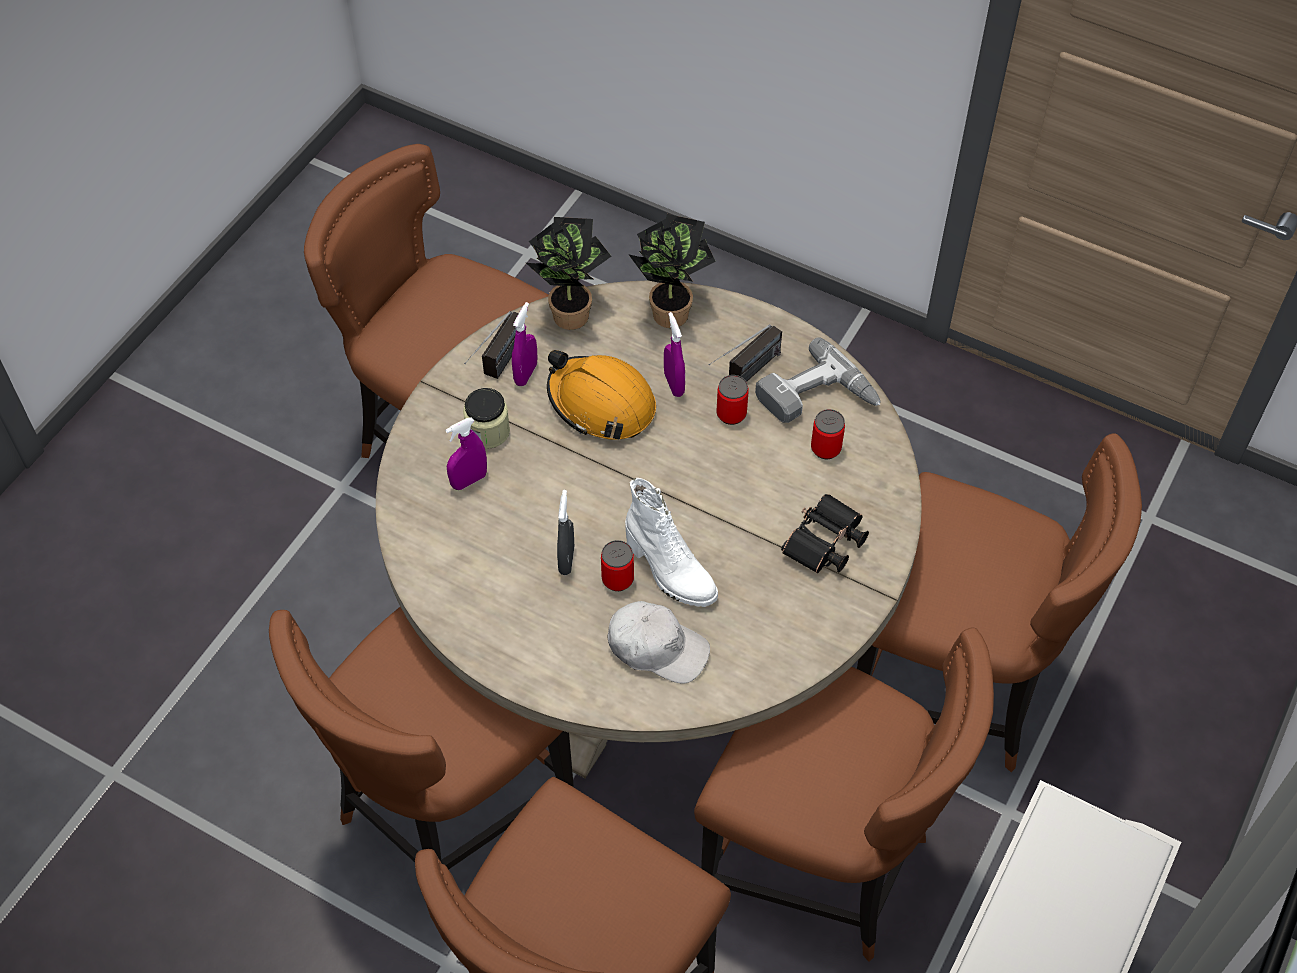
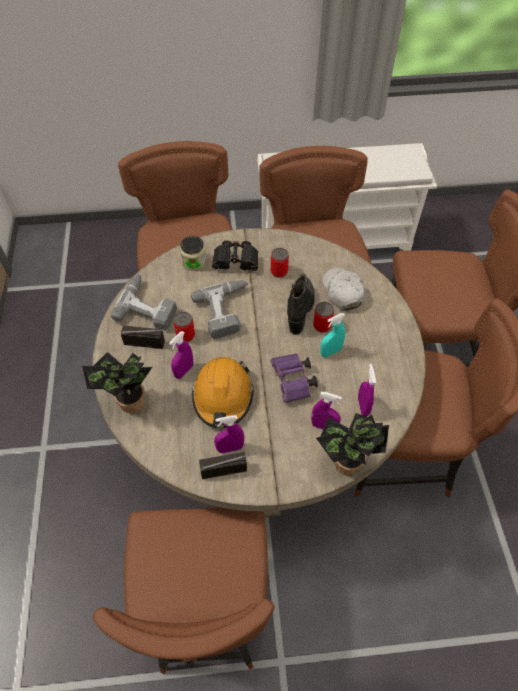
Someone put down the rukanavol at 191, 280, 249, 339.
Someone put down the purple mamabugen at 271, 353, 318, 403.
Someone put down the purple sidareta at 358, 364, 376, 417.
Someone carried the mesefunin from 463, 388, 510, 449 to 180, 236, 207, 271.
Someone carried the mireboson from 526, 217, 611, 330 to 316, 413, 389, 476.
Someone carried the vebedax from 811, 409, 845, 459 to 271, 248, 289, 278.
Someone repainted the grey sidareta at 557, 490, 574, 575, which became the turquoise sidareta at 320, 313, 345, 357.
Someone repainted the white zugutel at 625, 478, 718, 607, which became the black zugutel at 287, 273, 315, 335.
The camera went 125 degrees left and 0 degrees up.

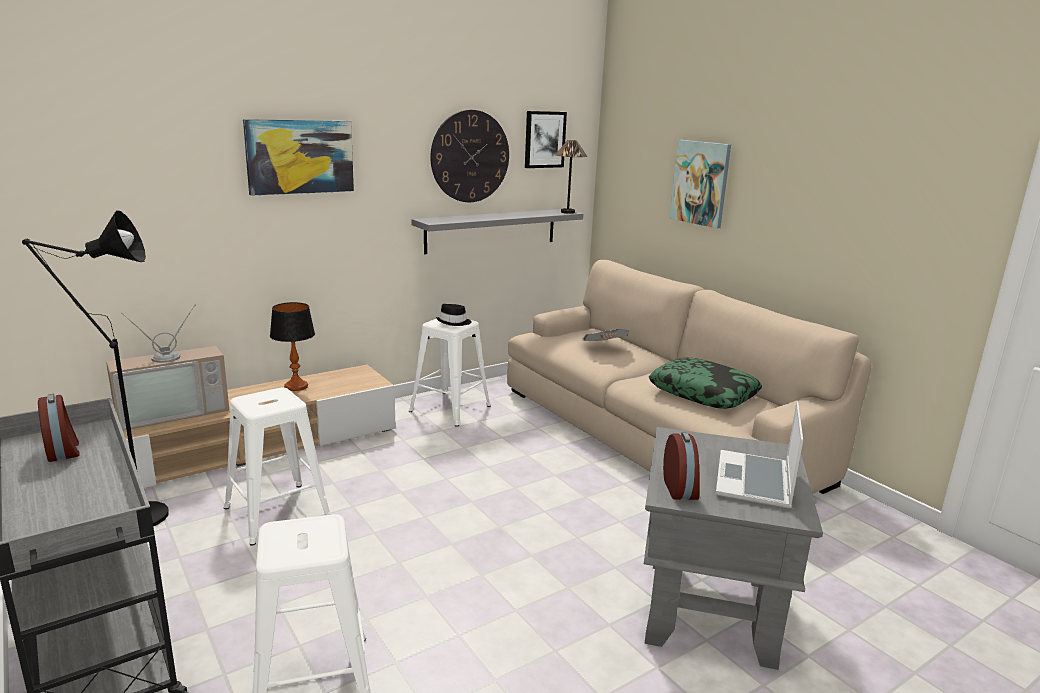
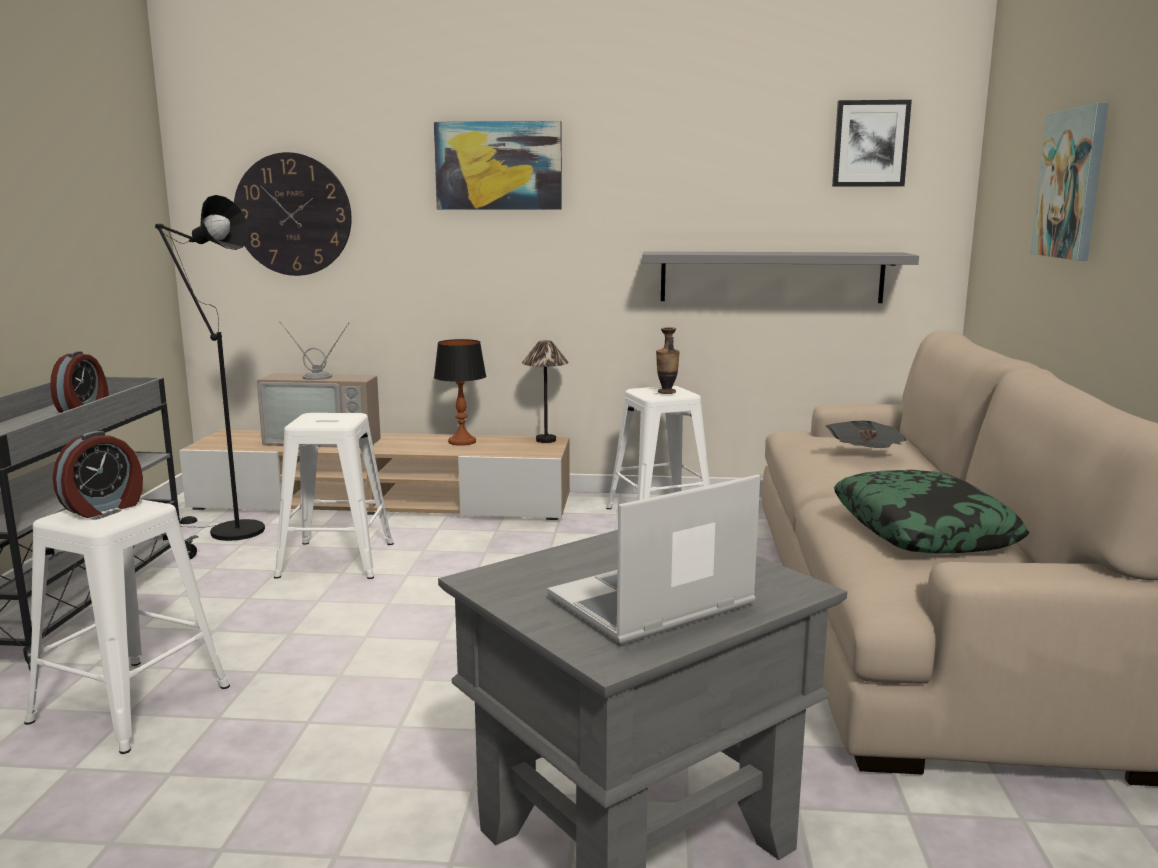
Someone carried the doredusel from 430, 110, 509, 202 to 234, 152, 352, 276.
Someone carried the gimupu from 555, 140, 587, 214 to 522, 340, 569, 443.
Someone carried the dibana from 663, 432, 699, 500 to 53, 431, 143, 518.
Someone swapped the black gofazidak at 436, 304, 471, 326 for the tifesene at 656, 327, 680, 394.
The camera went 40 degrees right and 5 degrees down.

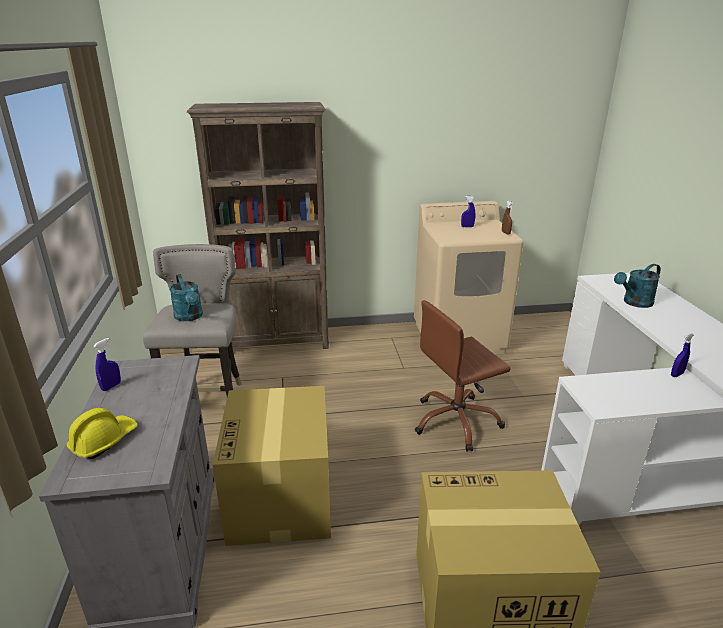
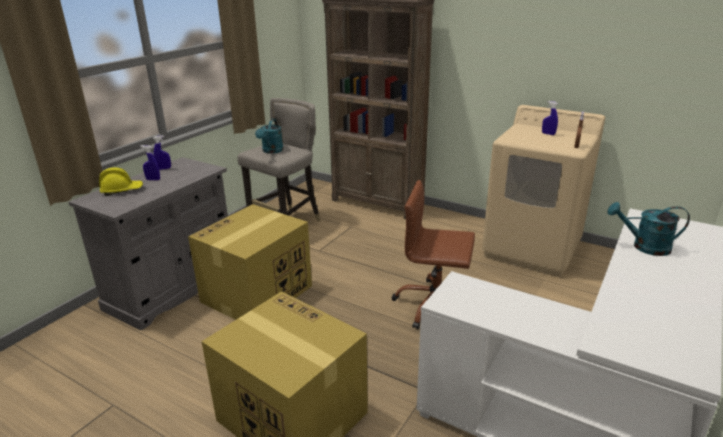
Someone carried the blue sidareta from 671, 333, 693, 377 to 140, 145, 160, 180.
The camera went 40 degrees right and 0 degrees up.

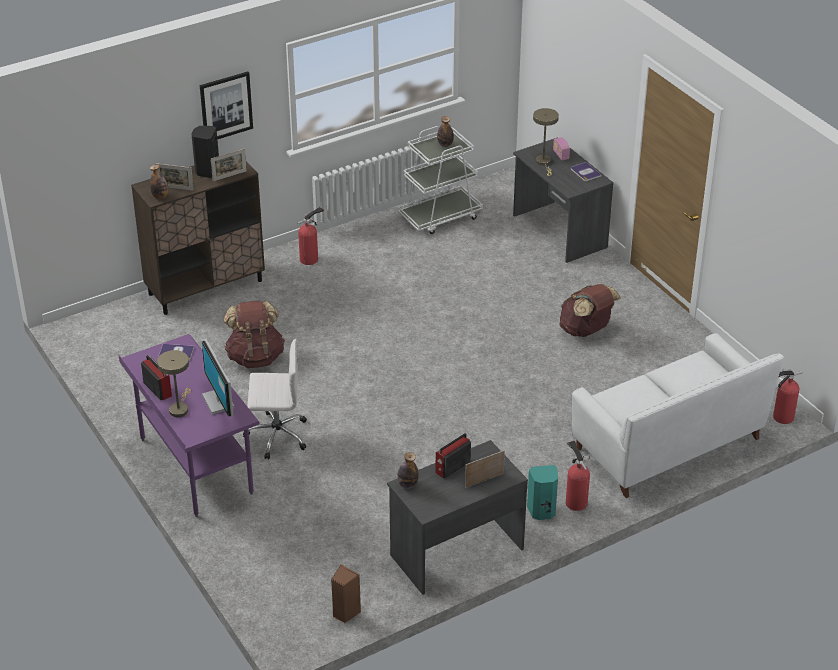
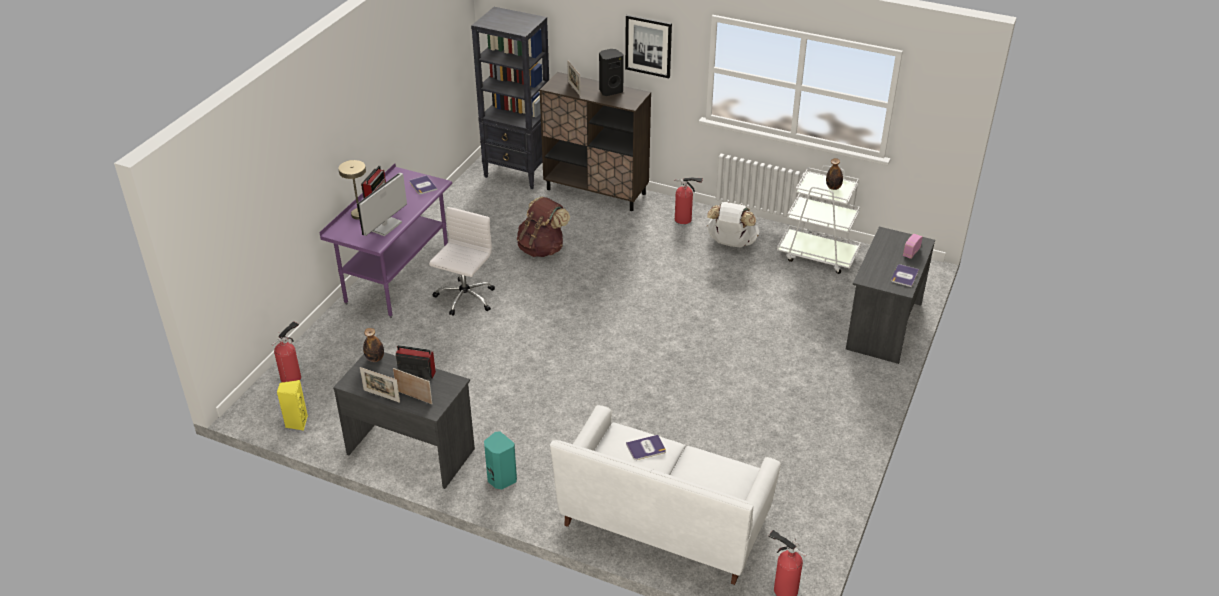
Someone took away the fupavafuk at 150, 164, 168, 199.
Someone took away the beige gimupu at 533, 108, 559, 176.
Someone took away the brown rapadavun at 559, 284, 621, 337.
Someone put down the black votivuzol at 471, 7, 549, 189.
Someone put down the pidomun at 626, 435, 666, 460.
Someone put down the white rapadavun at 707, 202, 760, 248.
Someone carried the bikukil from 211, 149, 247, 181 to 360, 367, 400, 403.
Someone carried the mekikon from 566, 441, 590, 511 to 272, 321, 301, 382.
Someone repainted the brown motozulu at 331, 565, 361, 623, which became the yellow motozulu at 277, 380, 308, 430.
Someone rotated the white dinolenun at 243, 338, 307, 460 by 120 degrees counterclockwise.
The camera went 55 degrees right and 0 degrees up.

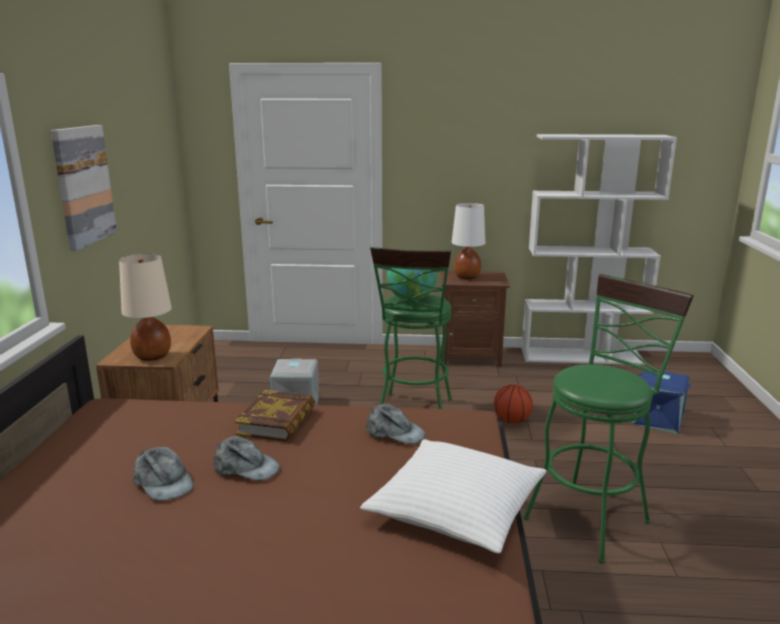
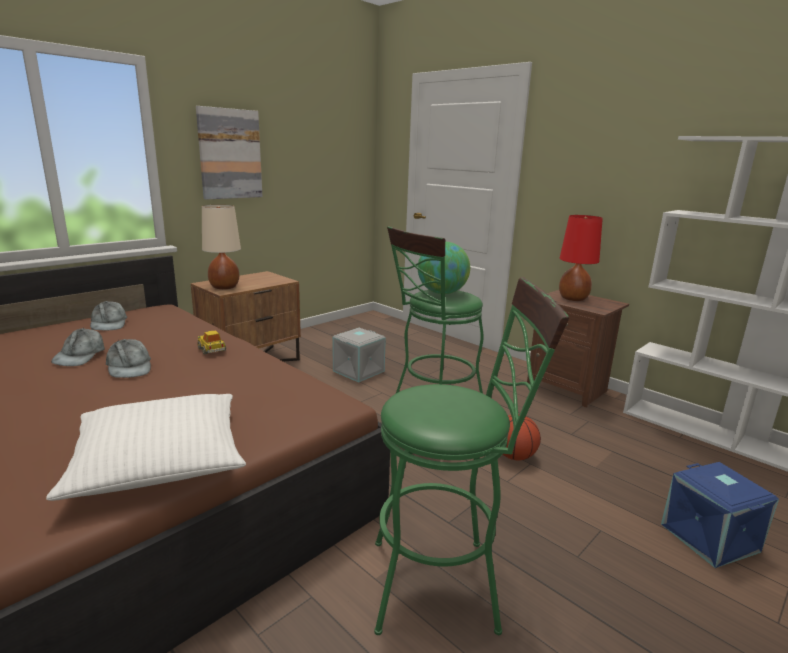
Someone carried the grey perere from 366, 404, 426, 444 to 90, 301, 127, 331.
Someone swapped the pidomun at 235, 390, 315, 441 for the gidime at 197, 331, 226, 355.
Someone repainted the white gimupu at 452, 203, 485, 279, which became the red gimupu at 559, 215, 603, 301.
The camera went 40 degrees right and 0 degrees up.

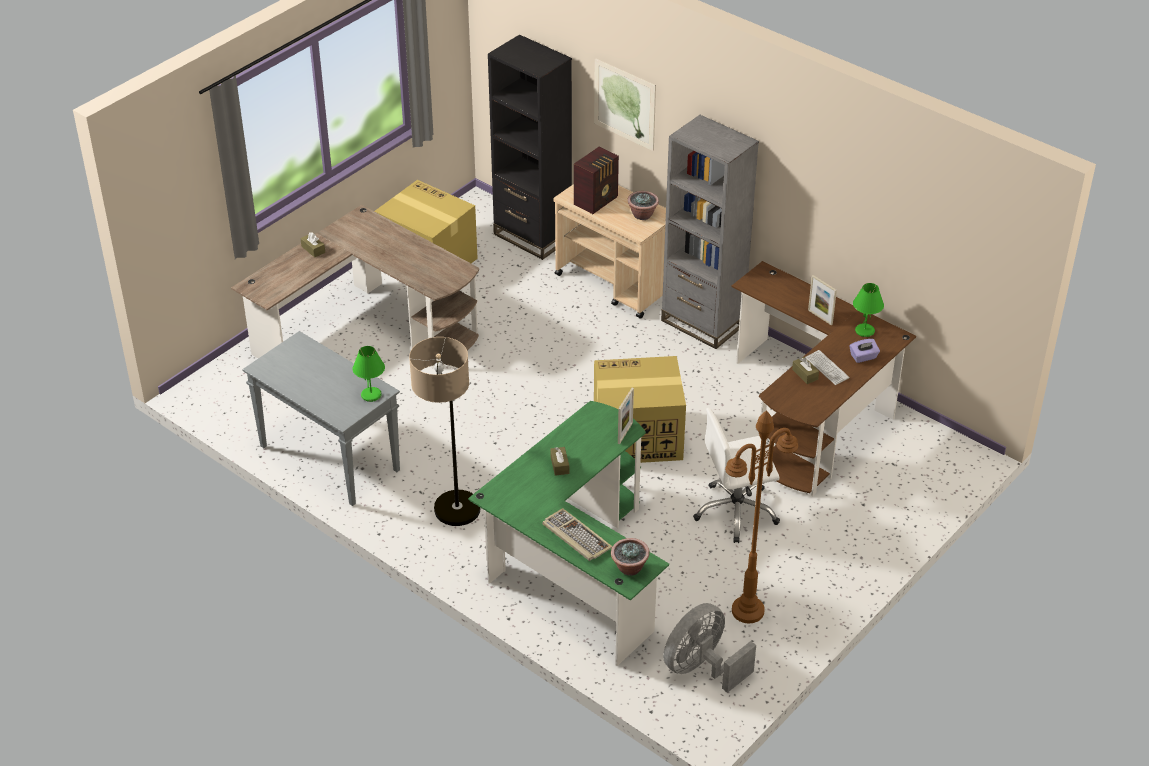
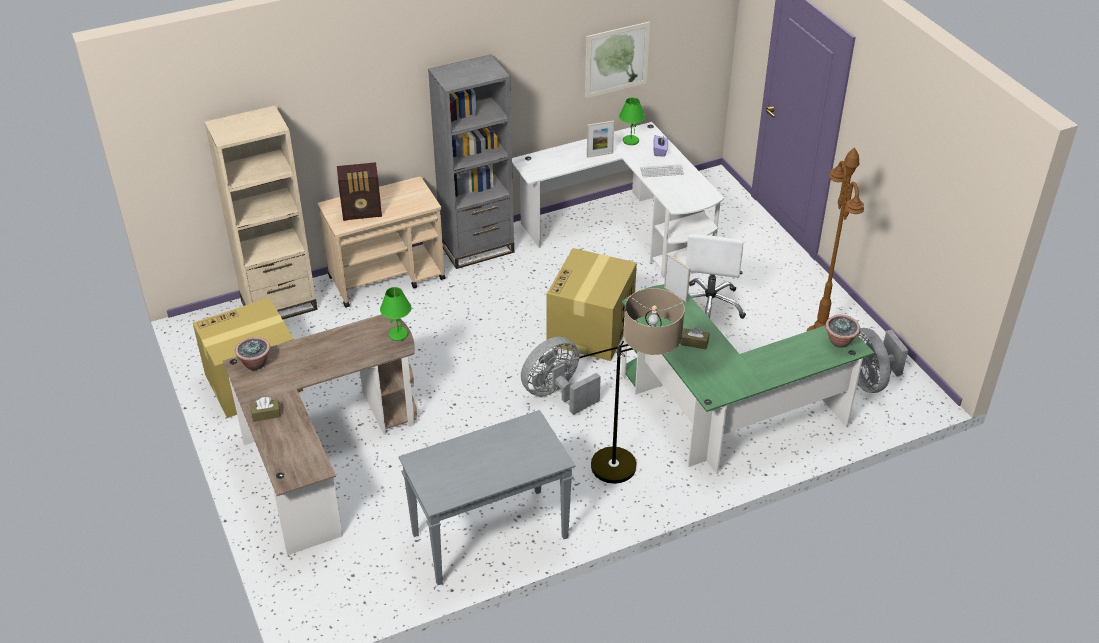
Someone took away the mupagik at 542, 508, 612, 561.
Someone took away the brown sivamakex at 792, 357, 819, 384.
Someone put down the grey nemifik at 521, 337, 601, 415.
Someone carried the green gimupu from 352, 346, 385, 402 to 380, 287, 412, 341.
Someone carried the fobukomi from 594, 59, 656, 151 to 585, 22, 650, 98.
Someone carried the mireboson from 627, 191, 659, 220 to 235, 337, 270, 370.
Someone repainted the black votivuzol at 488, 35, 572, 260, which became the beige votivuzol at 205, 105, 318, 319.
Someone repainted the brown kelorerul at 731, 261, 916, 496, which became the white kelorerul at 512, 122, 724, 278.
Someone rotated the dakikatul at 574, 147, 619, 214 by 105 degrees clockwise.
The camera went 65 degrees left and 0 degrees up.

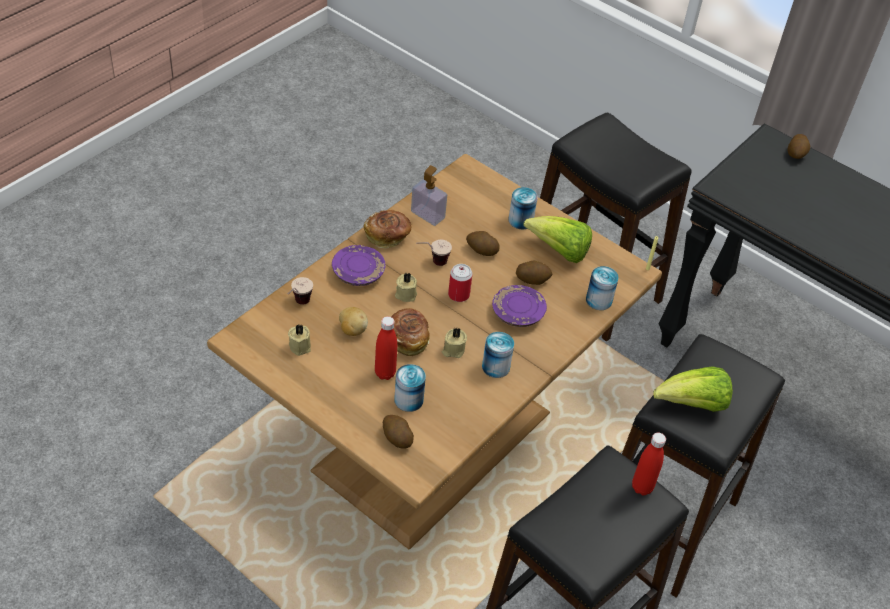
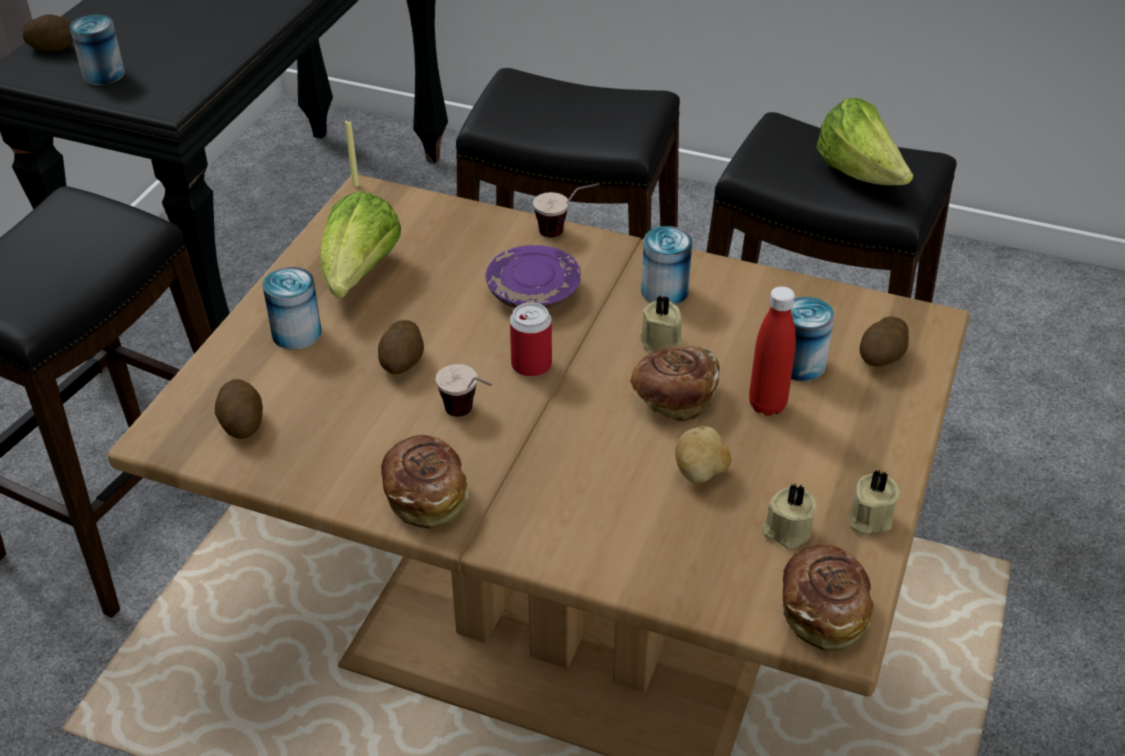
Someone took away the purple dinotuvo at 332, 245, 386, 286.
Someone took away the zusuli at 411, 165, 447, 226.
Someone took away the red fupavafuk at 632, 433, 666, 495.
Someone put down the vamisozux at 782, 545, 874, 652.
Someone carried the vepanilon from 288, 277, 313, 305 to 533, 183, 599, 238.
Someone carried the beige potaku from 395, 272, 417, 302 to 849, 470, 901, 535.
Someone carried the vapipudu from 516, 261, 553, 285 to 215, 379, 263, 439.
Someone carried the vebedax from 586, 266, 619, 310 to 69, 15, 125, 85.
Someone carried the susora from 653, 366, 733, 412 to 816, 98, 913, 185.
The camera went 105 degrees left and 5 degrees down.

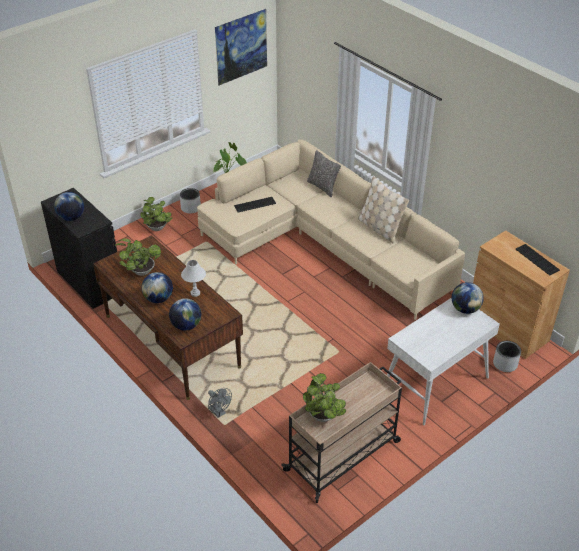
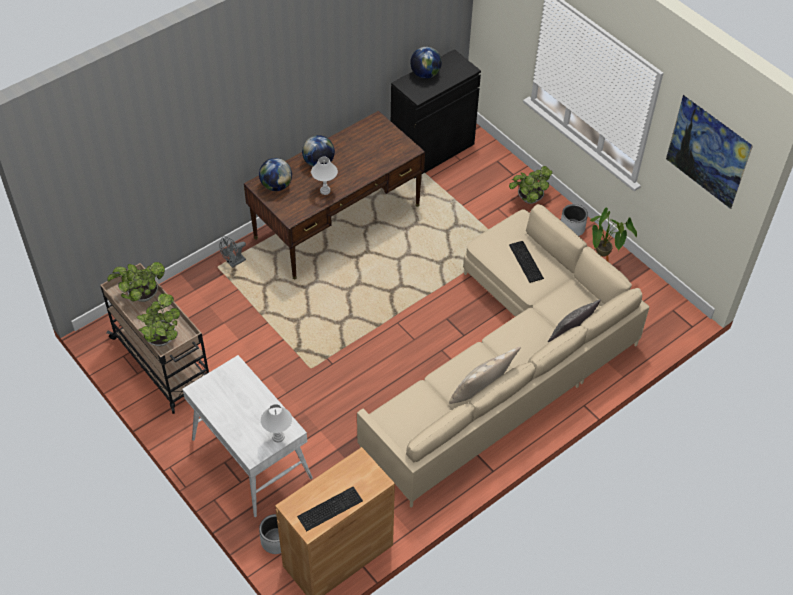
Someone carried the mireboson from 115, 238, 161, 276 to 137, 293, 180, 346.
Someone swapped the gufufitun at 452, 282, 484, 314 for the white gimupu at 261, 404, 292, 442.
The camera went 90 degrees right and 10 degrees up.

